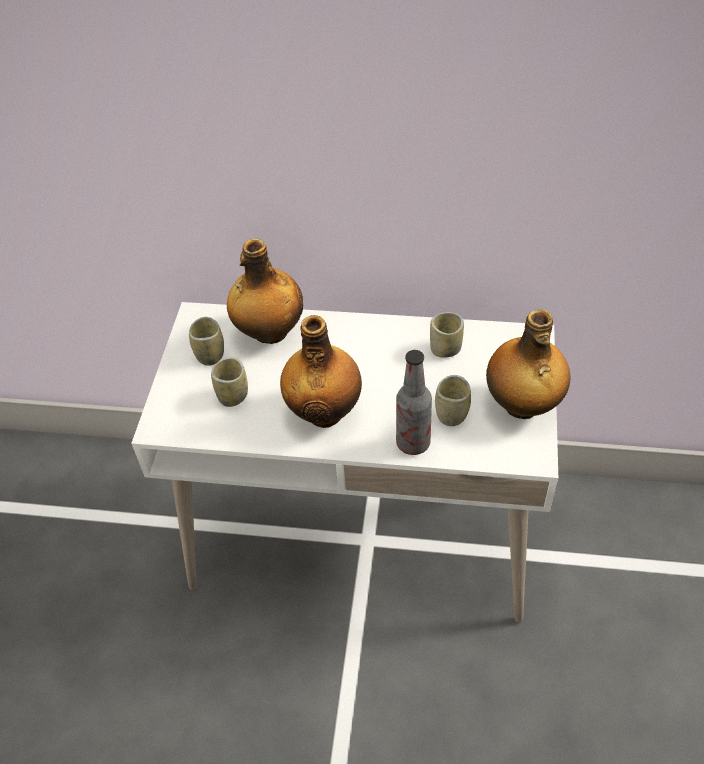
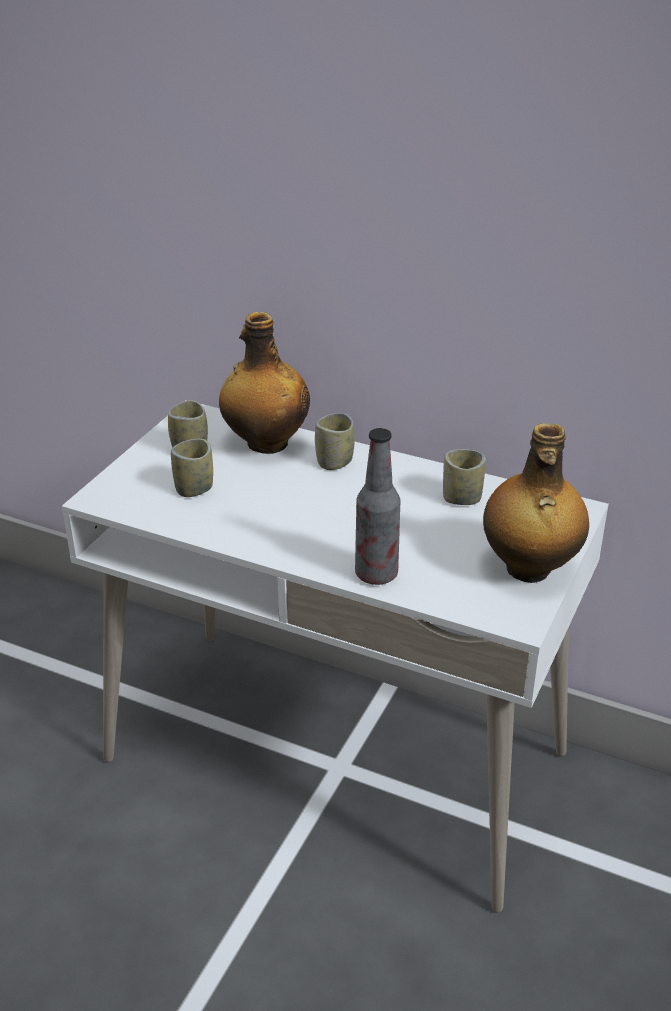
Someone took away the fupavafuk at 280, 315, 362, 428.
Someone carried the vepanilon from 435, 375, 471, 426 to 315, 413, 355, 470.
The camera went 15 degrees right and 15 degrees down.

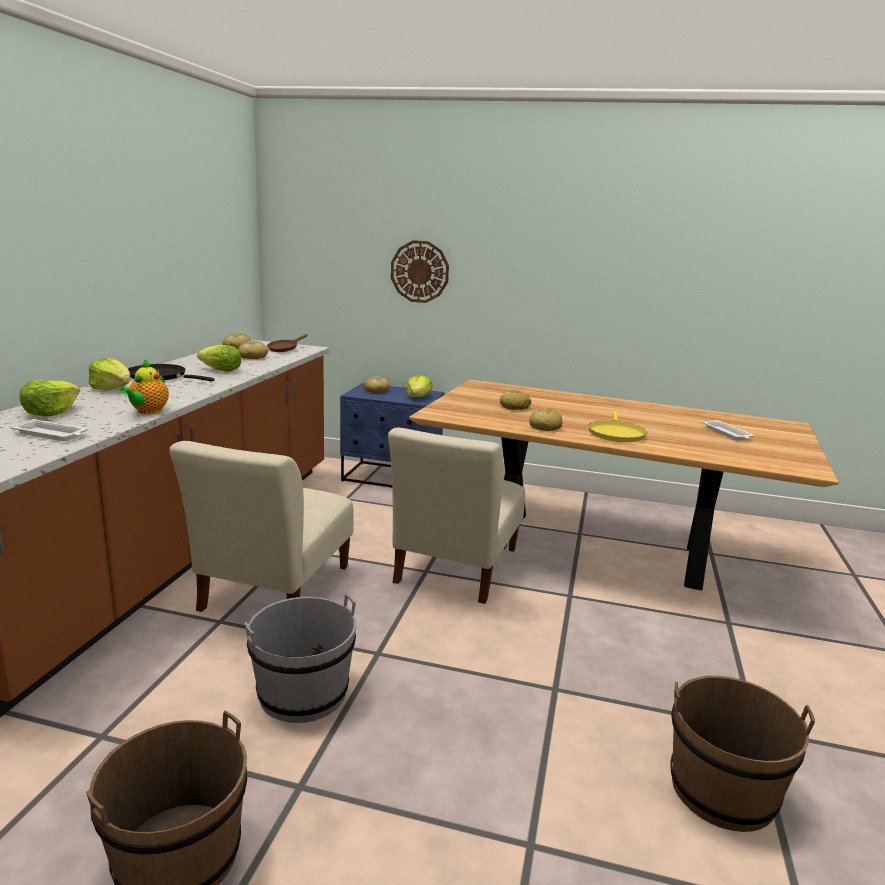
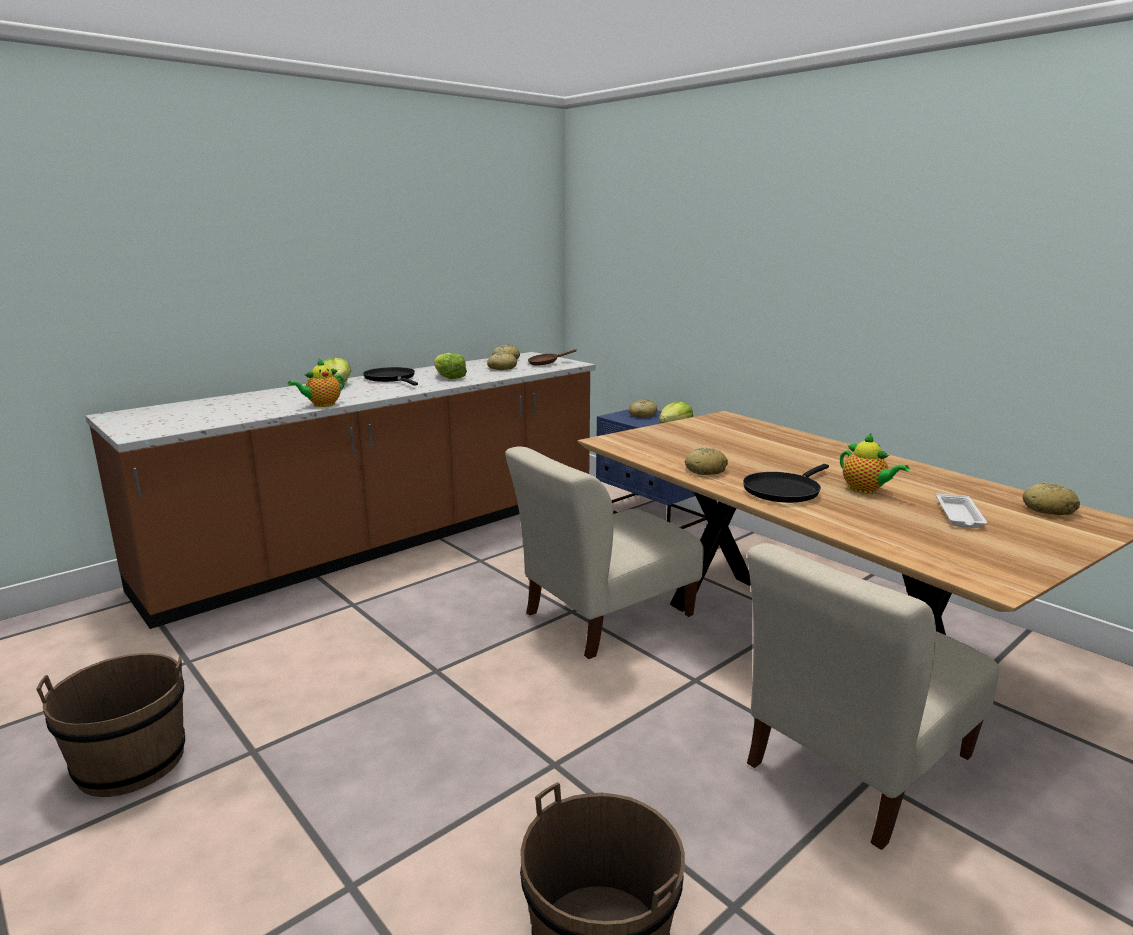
Someone took away the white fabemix at 10, 419, 88, 441.
Someone took away the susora at 19, 380, 80, 417.
Someone took away the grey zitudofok at 244, 593, 356, 723.
Someone took away the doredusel at 391, 240, 449, 303.
Someone put down the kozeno at 840, 433, 909, 494.
Someone carried the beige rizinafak from 169, 441, 354, 612 to 747, 543, 999, 850.
Someone carried the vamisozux from 500, 390, 531, 410 to 1023, 482, 1080, 515.
Someone repainted the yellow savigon at 588, 411, 647, 442, which became the black savigon at 743, 464, 829, 503.
The camera went 35 degrees right and 0 degrees up.

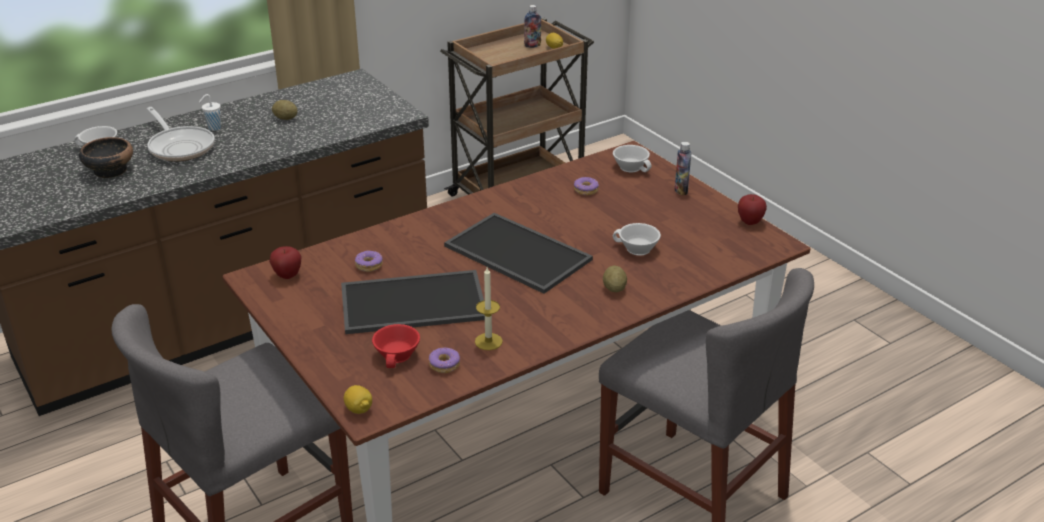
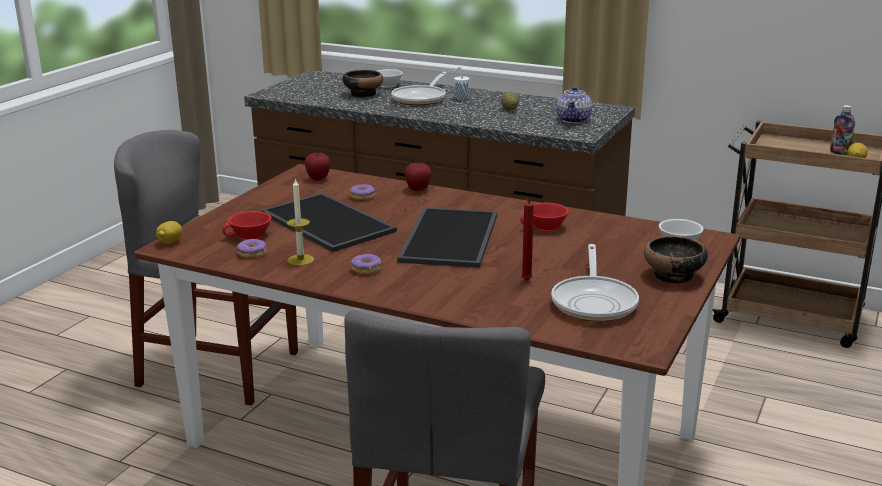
Someone took away the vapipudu at 603, 265, 627, 292.
Someone put down the red vepanilon at 520, 203, 569, 232.
Someone put down the savigon at 551, 244, 639, 321.
Someone put down the kozeno at 556, 86, 592, 124.
Someone carried the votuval from 574, 177, 599, 195 to 351, 254, 381, 274.
Someone carried the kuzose from 738, 194, 767, 225 to 404, 163, 432, 191.
Someone swapped the white vepanilon at 613, 223, 661, 256 for the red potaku at 521, 198, 534, 281.
Someone swapped the fupavafuk at 675, 142, 691, 195 for the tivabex at 644, 236, 708, 284.
The camera went 60 degrees right and 10 degrees down.

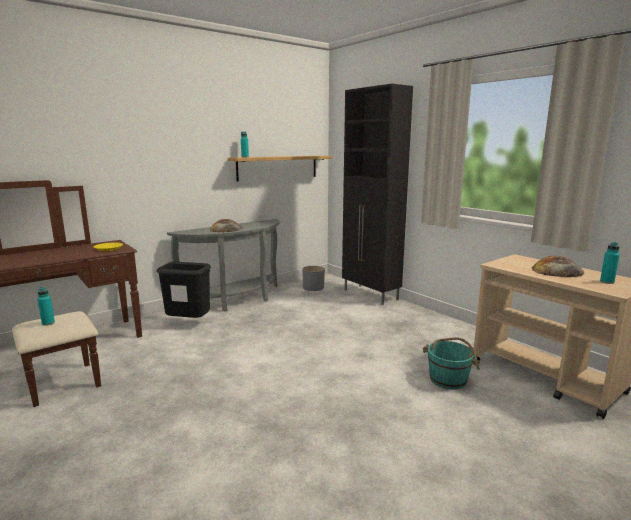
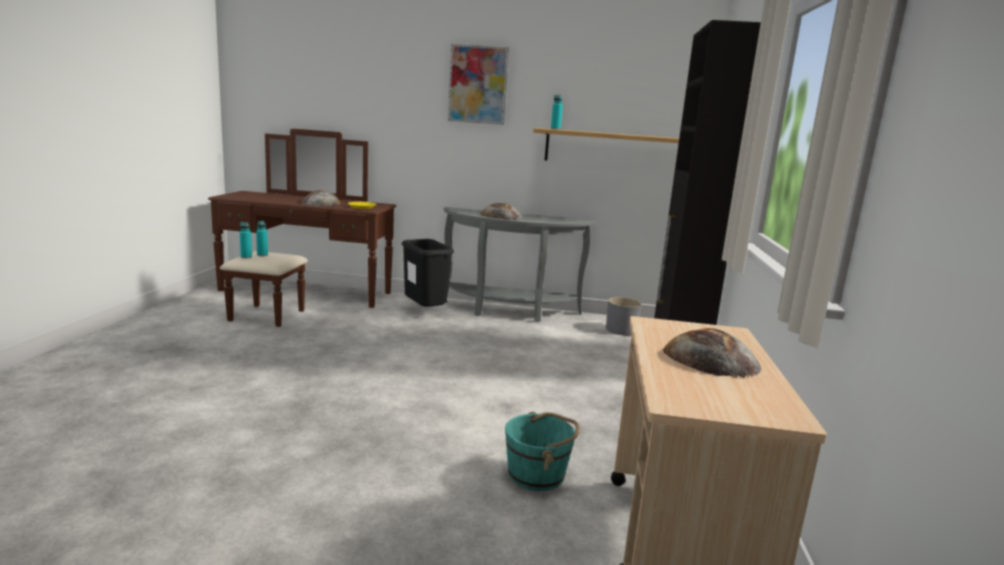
Someone put down the vamisozux at 301, 190, 340, 206.
Someone put up the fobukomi at 448, 44, 509, 125.
Someone carried the turquoise fupavafuk from 600, 242, 620, 284 to 240, 222, 252, 258.
The camera went 45 degrees right and 0 degrees up.

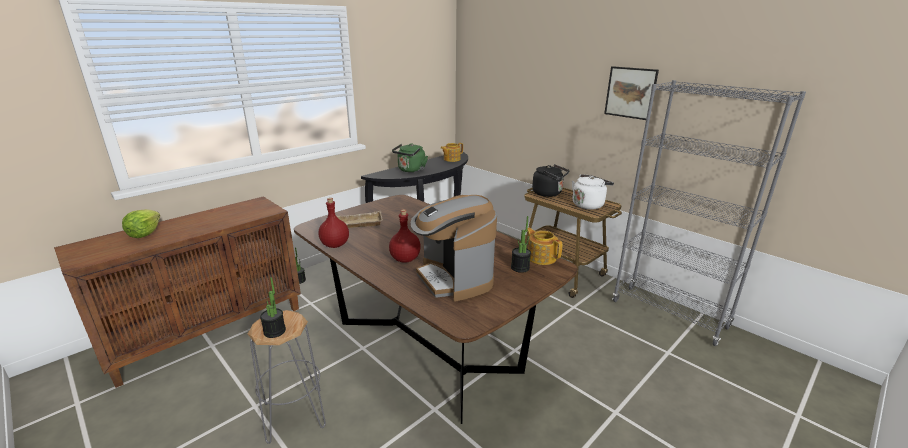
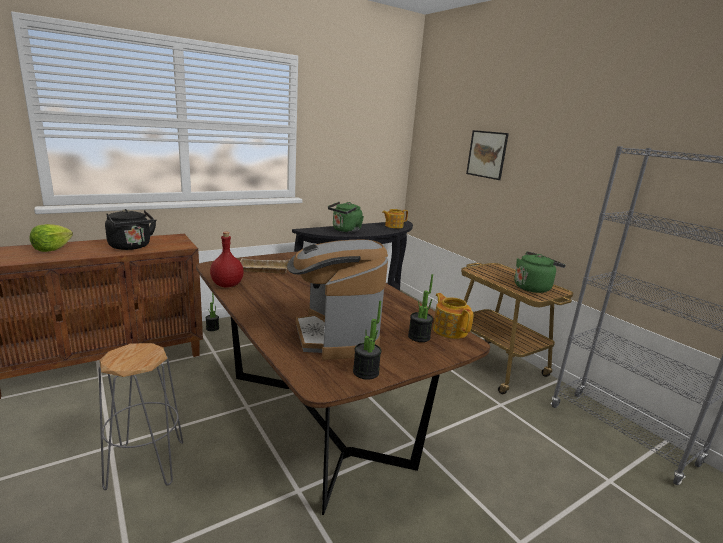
Someone took away the red fupavafuk at 389, 209, 421, 263.
Someone carried the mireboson from 260, 277, 286, 338 to 353, 301, 381, 380.
Someone carried the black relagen from 532, 164, 569, 197 to 105, 209, 156, 250.
Someone carried the fobukomi from 604, 66, 659, 120 to 466, 130, 509, 180.
Someone repainted the white relagen at 572, 174, 614, 210, which became the green relagen at 514, 251, 566, 293.
The camera went 10 degrees right and 5 degrees down.

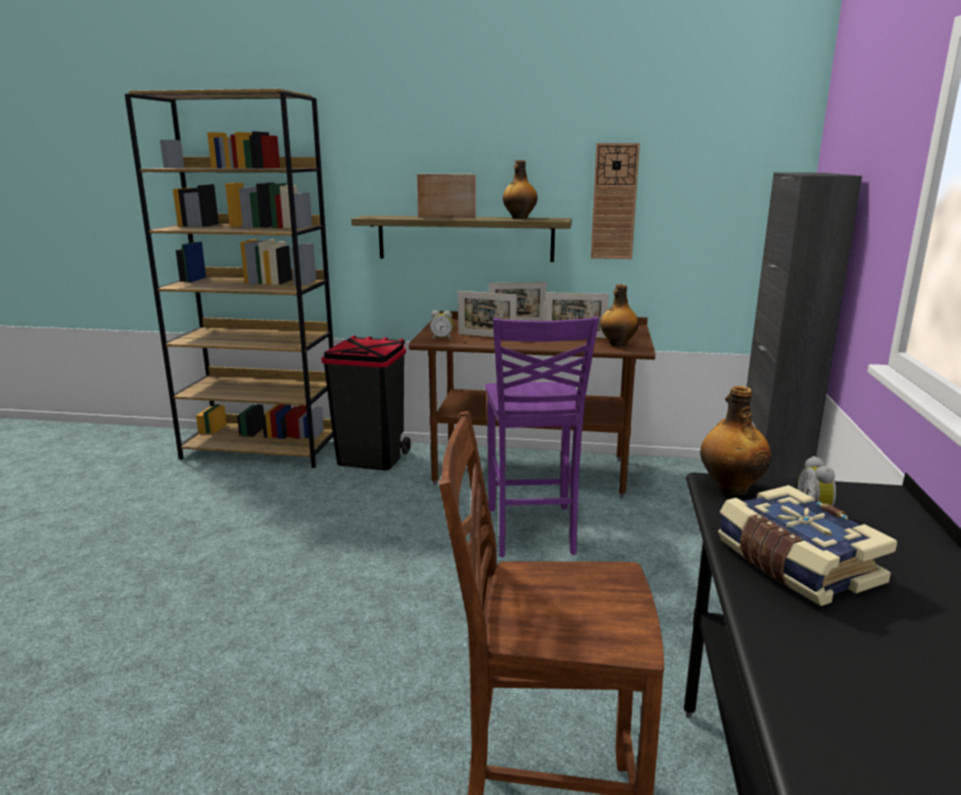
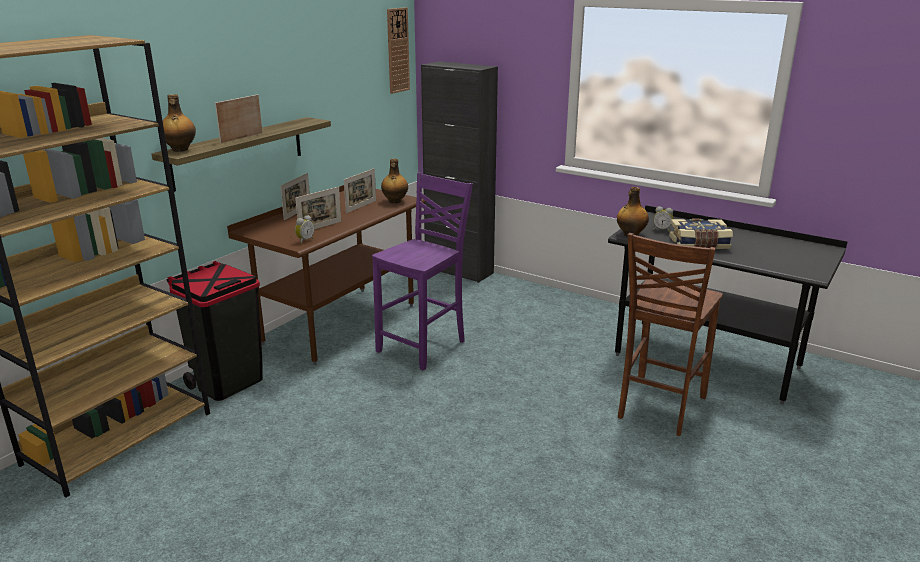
Someone carried the fupavafuk from 503, 160, 538, 219 to 163, 94, 196, 152.
Someone carried the doredusel from 591, 143, 640, 259 to 387, 7, 410, 94.
Someone rotated the purple rizinafak at 485, 316, 599, 557 by 75 degrees counterclockwise.
The camera went 65 degrees left and 5 degrees up.

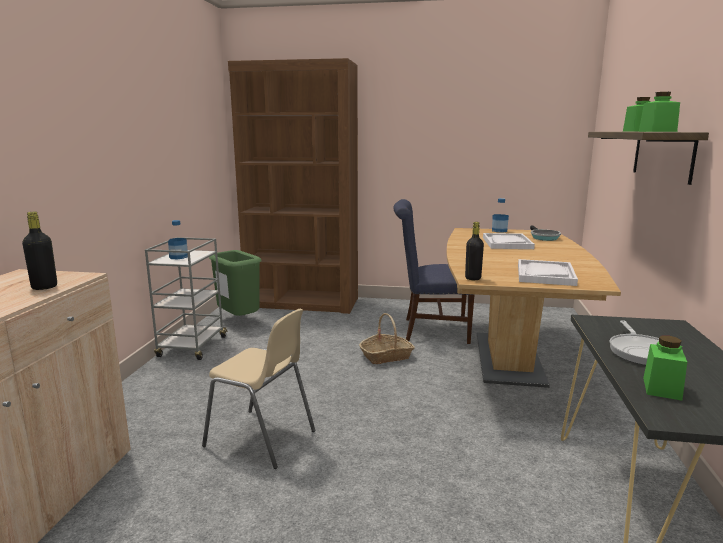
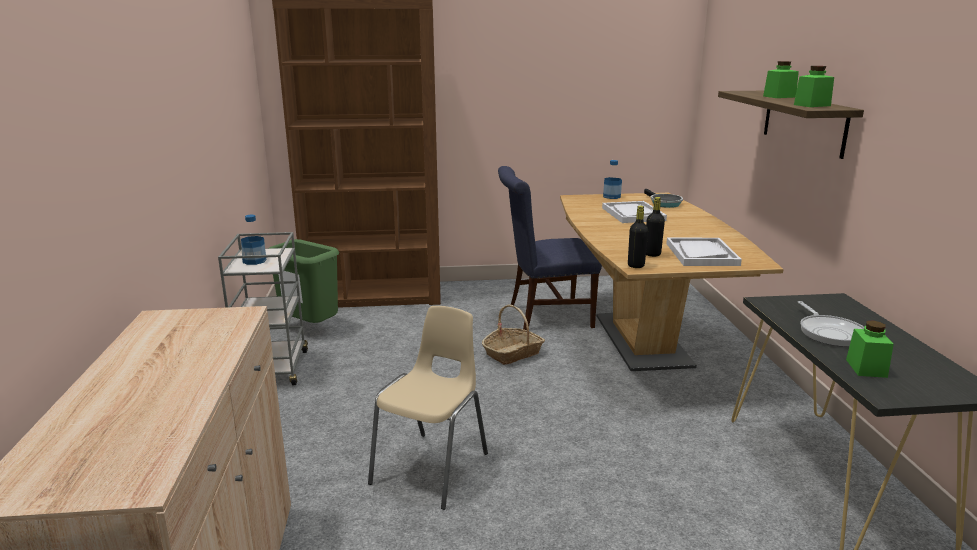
Someone carried the black fupavafuk from 22, 212, 57, 290 to 646, 197, 665, 257.
Someone rotated the beige rizinafak at 202, 309, 316, 469 by 75 degrees counterclockwise.
The camera went 15 degrees left and 5 degrees up.

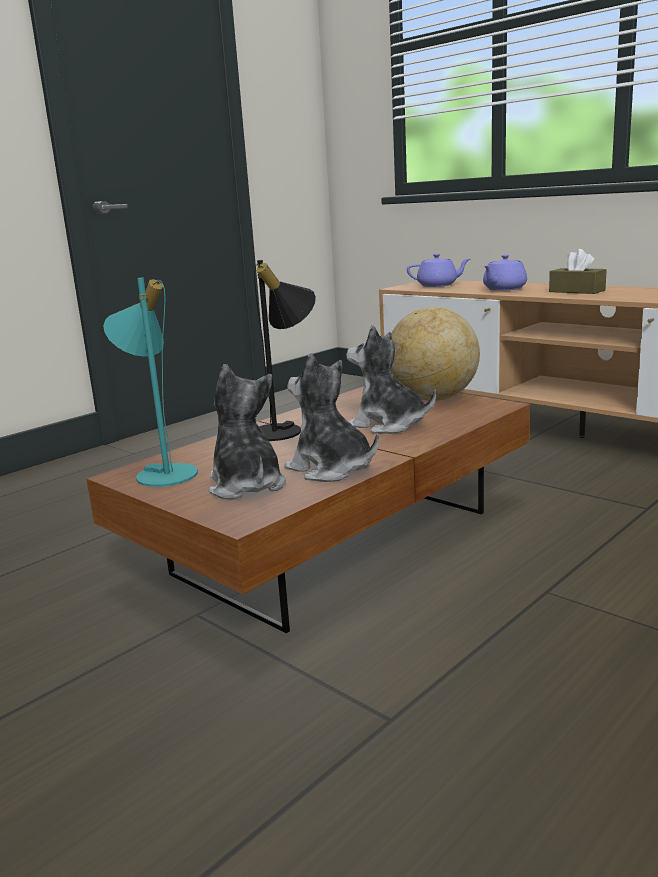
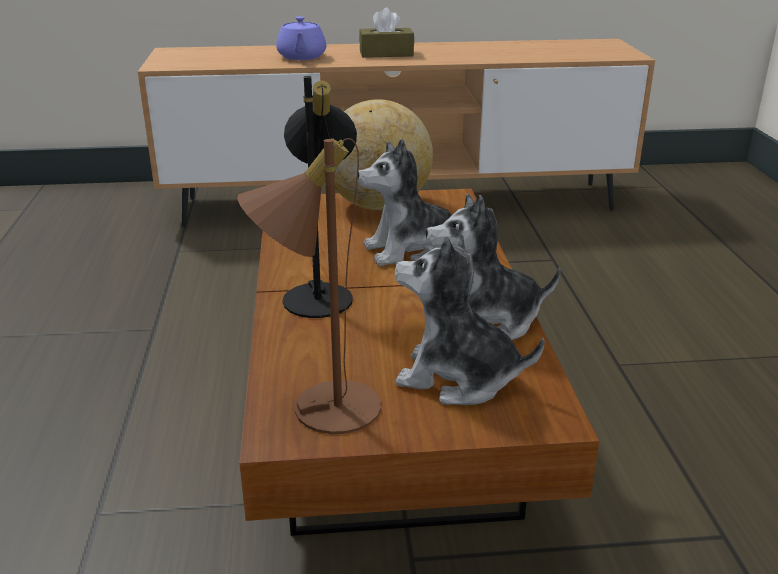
Someone took away the purple kozeno at 407, 254, 470, 287.
Someone repainted the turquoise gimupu at 103, 278, 198, 487, which became the brown gimupu at 237, 138, 381, 434.
The camera went 50 degrees left and 10 degrees up.

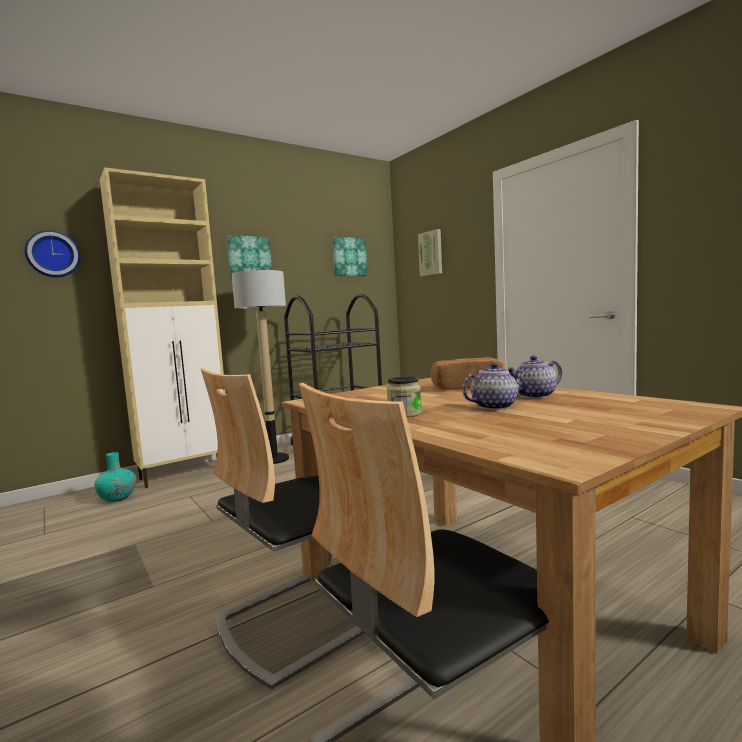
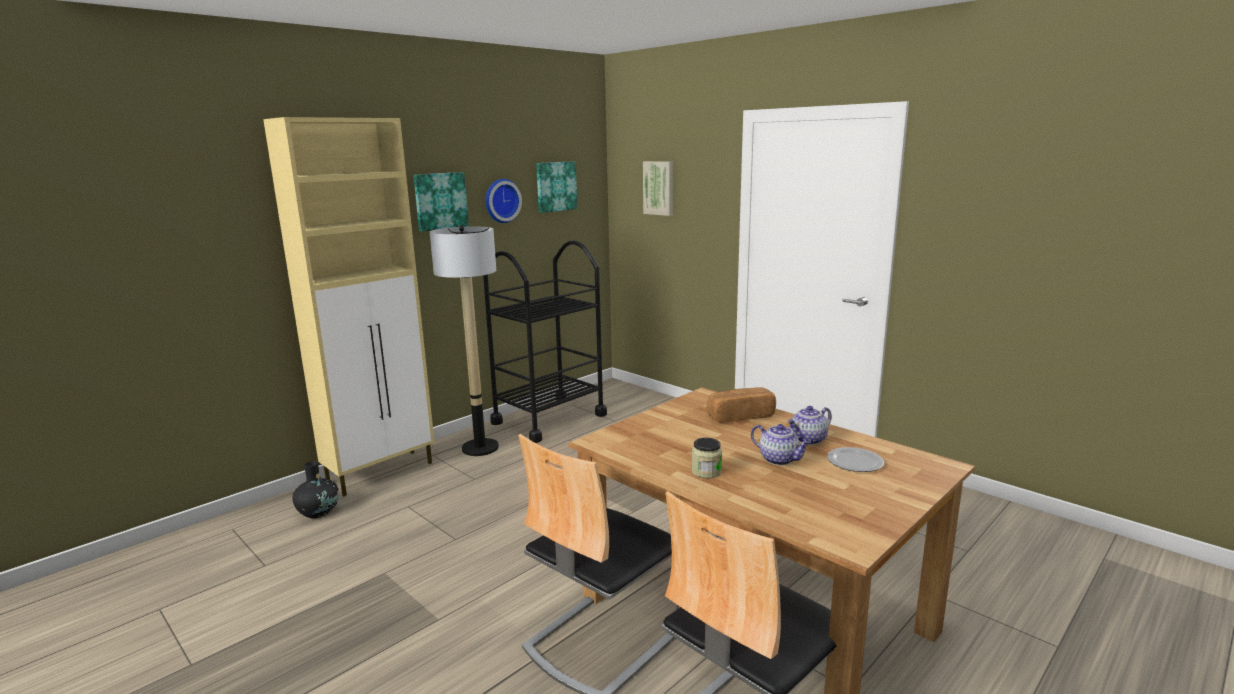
Someone put down the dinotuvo at 827, 447, 884, 472.
Someone carried the doredusel from 25, 230, 80, 277 to 485, 179, 522, 223.
Someone repainted the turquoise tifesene at 94, 452, 136, 502, which became the black tifesene at 292, 461, 339, 519.
Someone rotated the kozeno at 462, 363, 524, 410 by 75 degrees clockwise.
The camera went 10 degrees left and 10 degrees up.

